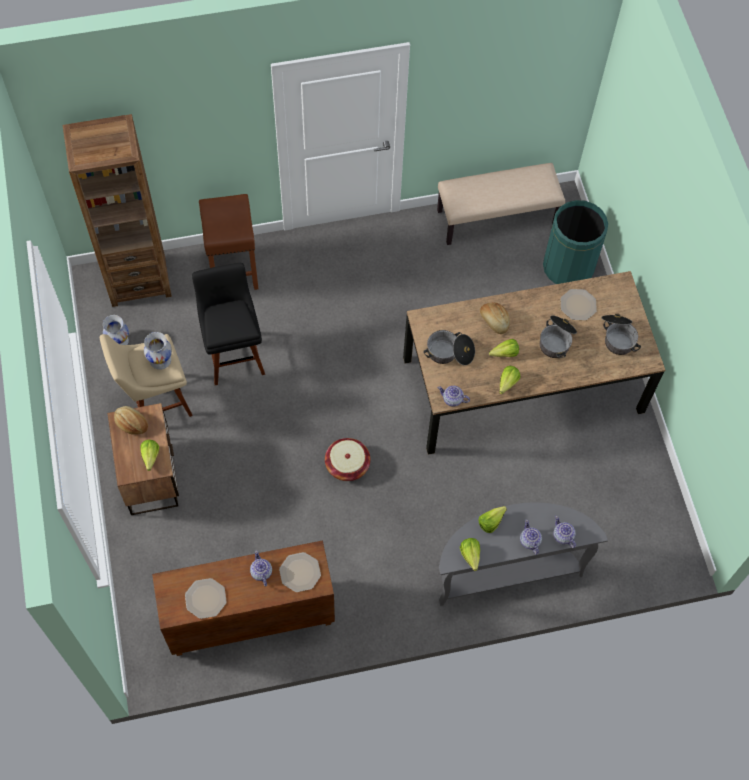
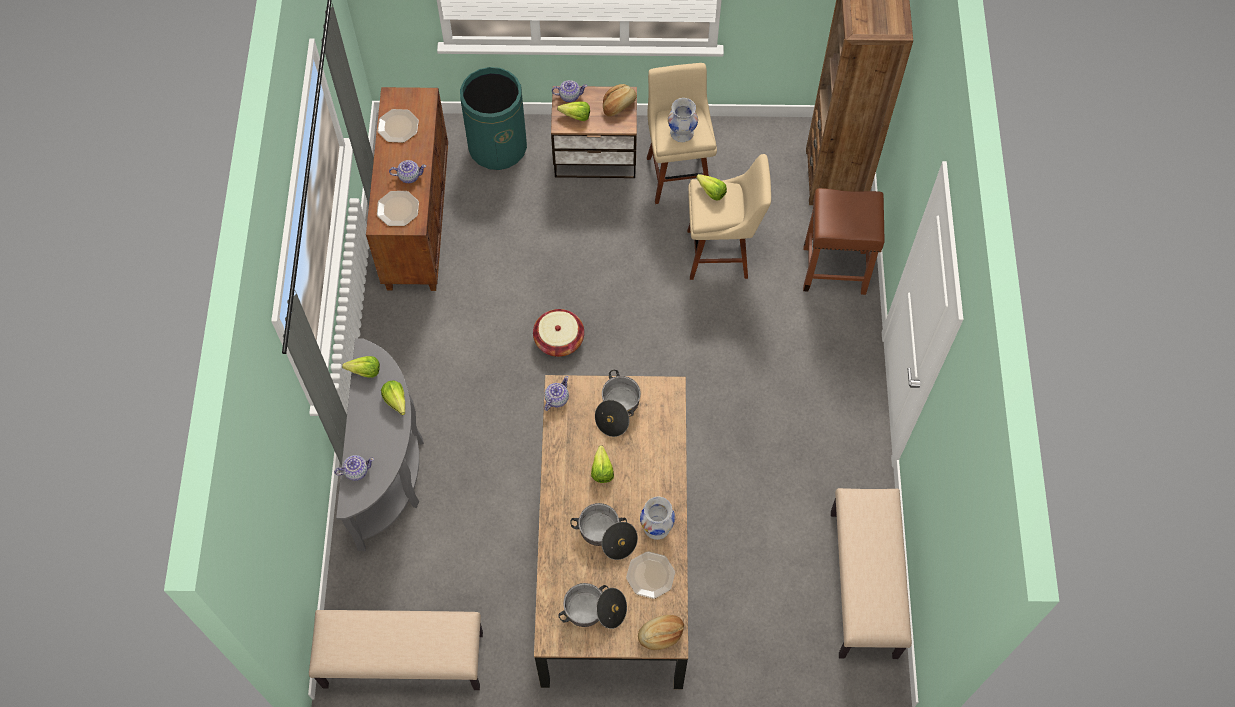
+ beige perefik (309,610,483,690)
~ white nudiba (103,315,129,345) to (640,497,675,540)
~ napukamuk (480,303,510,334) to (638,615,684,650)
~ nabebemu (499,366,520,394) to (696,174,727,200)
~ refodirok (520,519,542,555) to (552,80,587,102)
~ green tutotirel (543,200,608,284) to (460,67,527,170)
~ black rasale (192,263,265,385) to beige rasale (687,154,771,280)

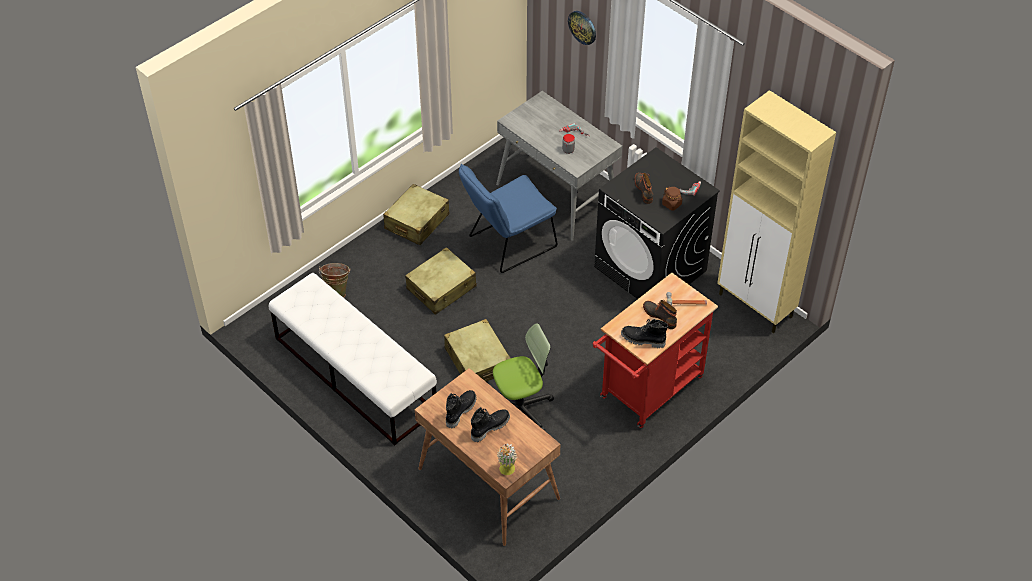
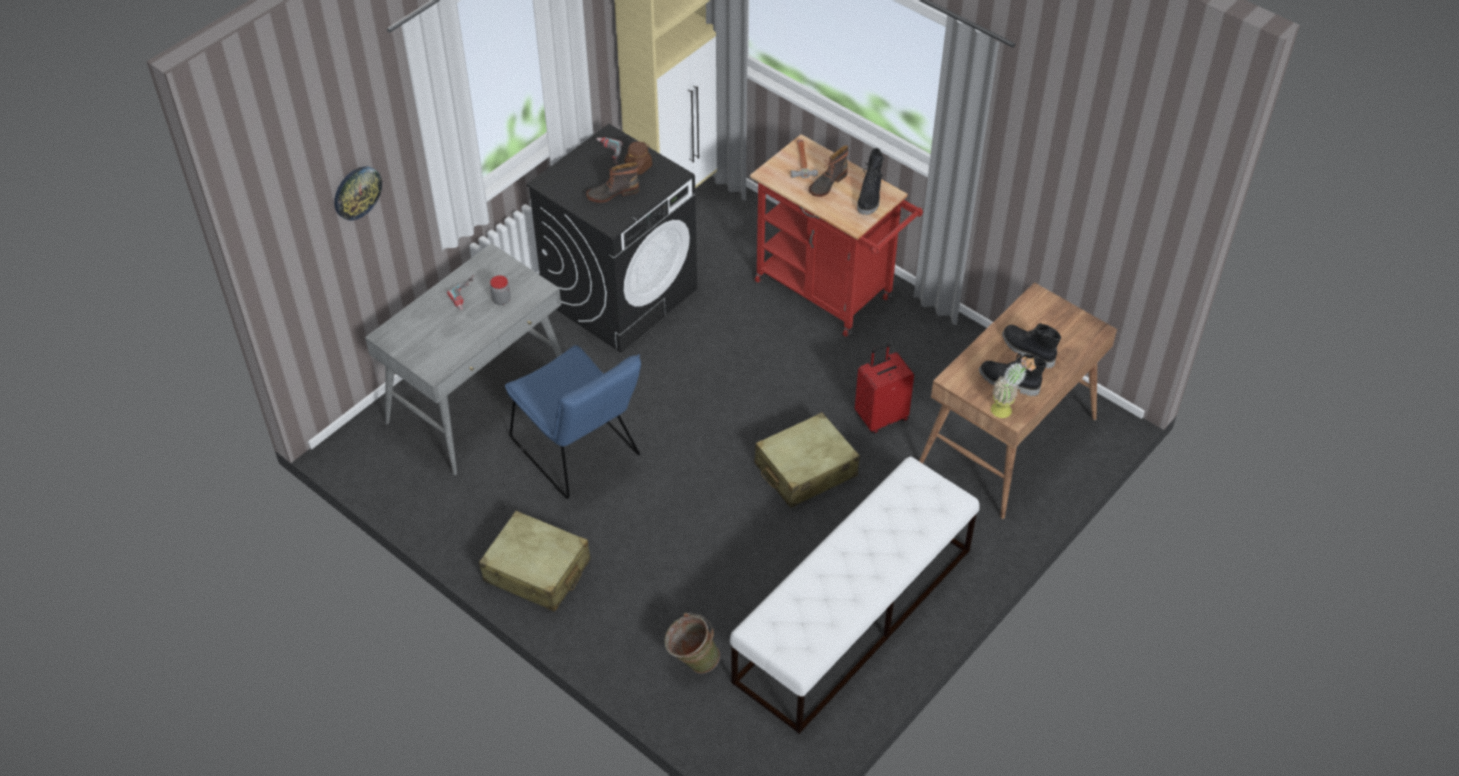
- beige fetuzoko (405,247,476,315)
~ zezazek (497,444,517,475) to (991,357,1036,418)
~ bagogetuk (493,323,554,431) to red fetuzoko (855,343,914,433)

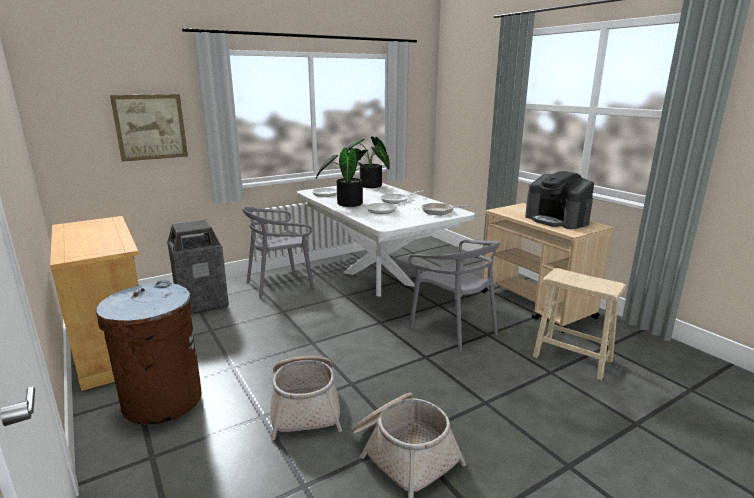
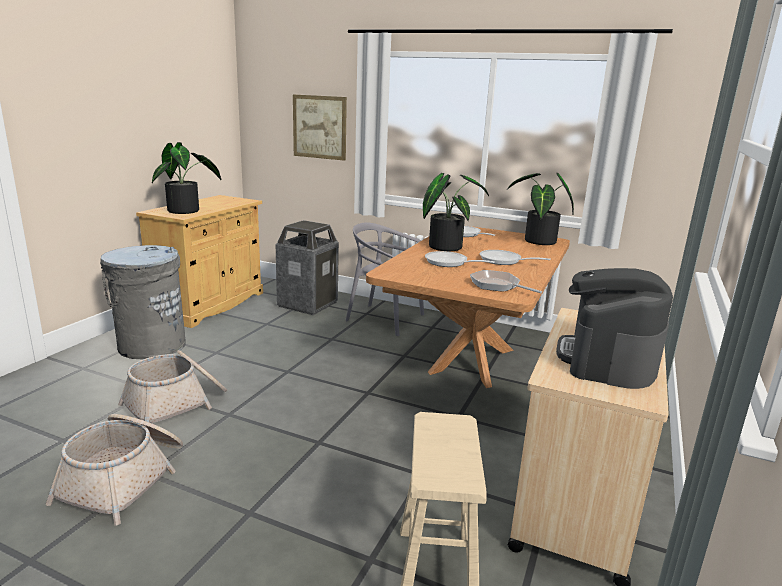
- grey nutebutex (409,240,500,352)
+ zezazek (152,142,221,214)
~ brown tutotirel (96,280,201,425) to grey tutotirel (100,245,186,359)
~ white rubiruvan (297,183,475,297) to brown rubiruvan (366,225,570,388)

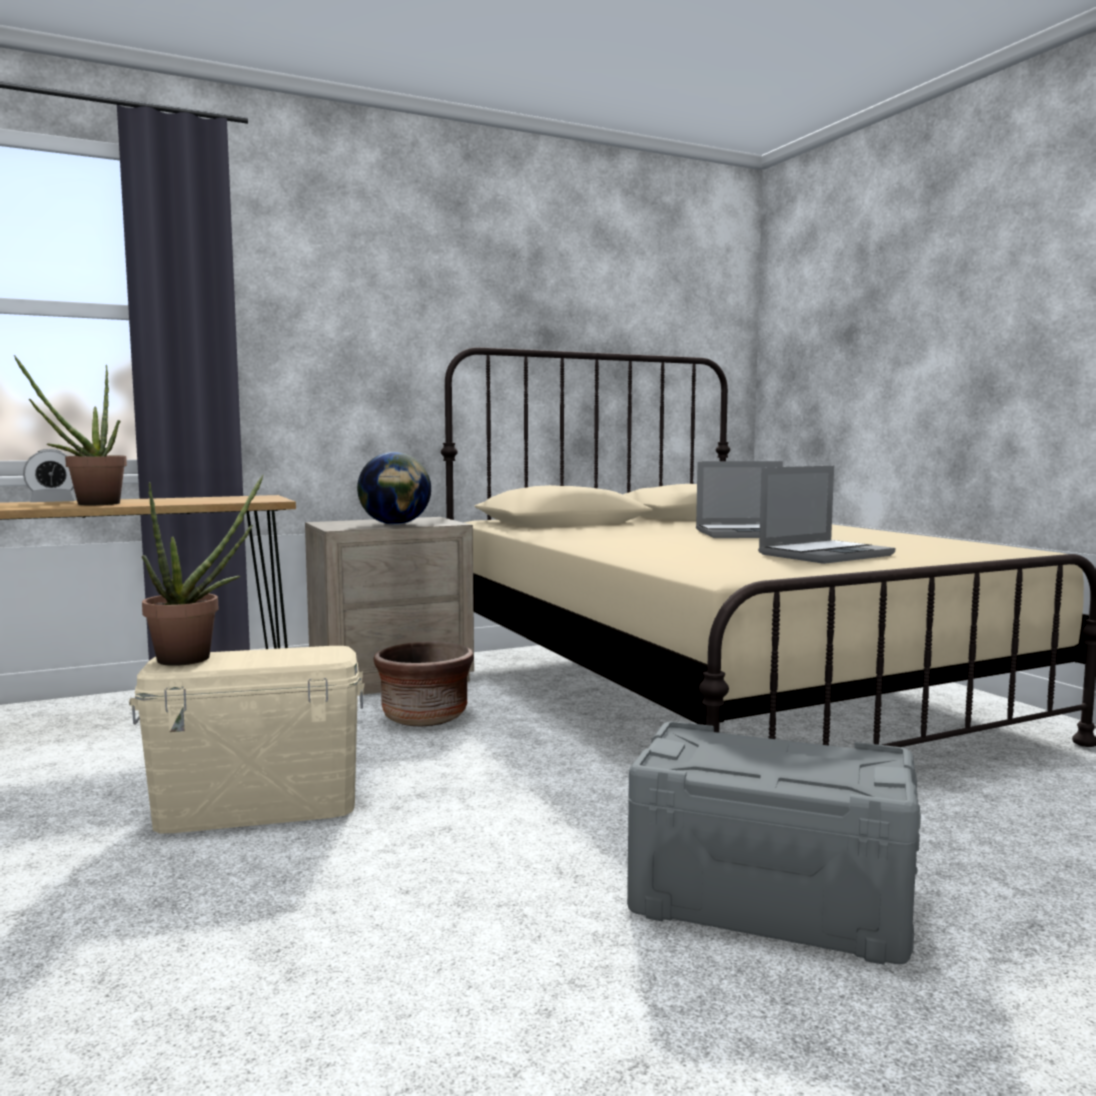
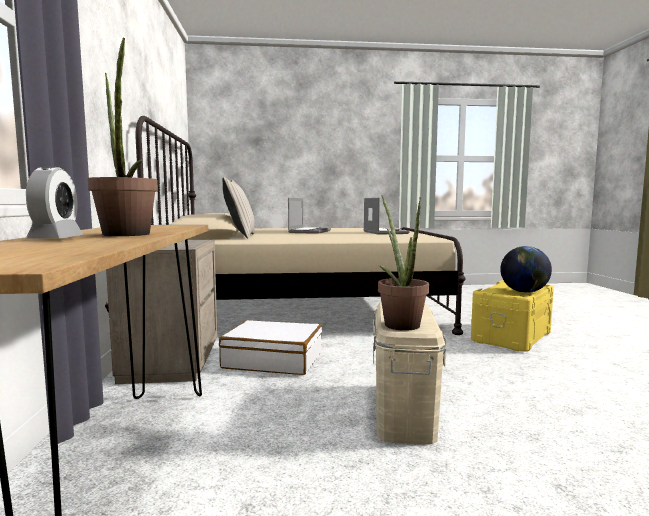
+ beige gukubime (222,177,255,239)
~ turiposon (357,452,431,525) to (500,246,552,293)
~ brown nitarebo (373,641,474,727) to white fetuzoko (219,320,322,375)
~ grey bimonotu (627,721,921,965) to yellow bimonotu (471,280,554,352)

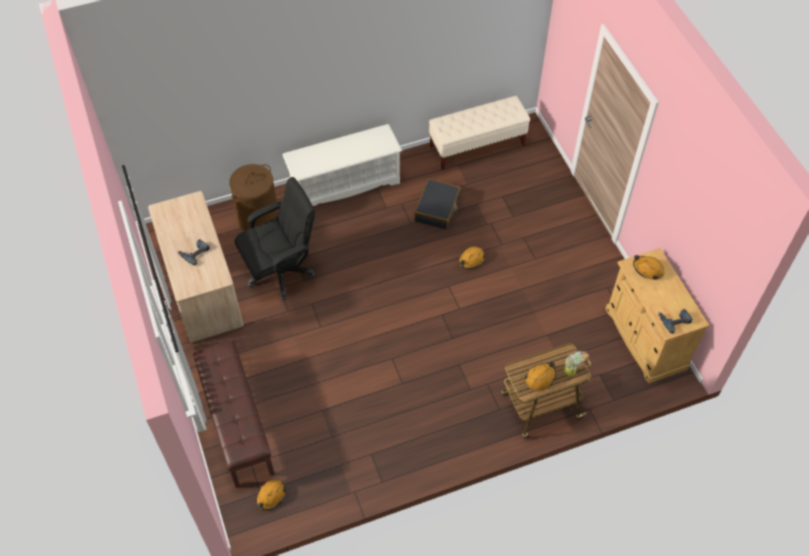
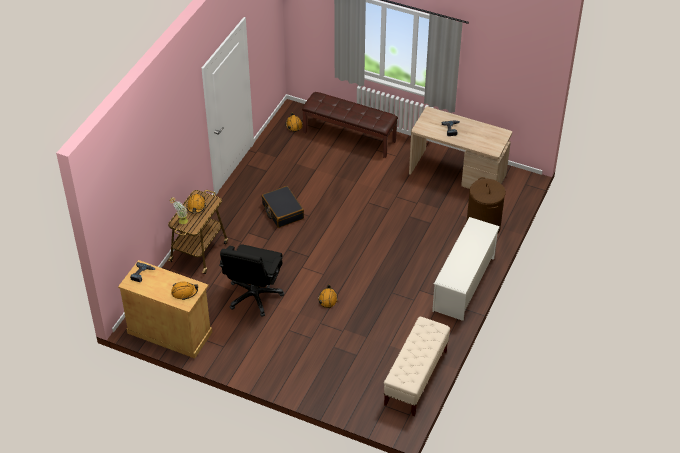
~ black bagogetuk (234,177,315,300) to (219,244,284,317)
~ black fetuzoko (414,179,461,230) to (262,186,304,228)

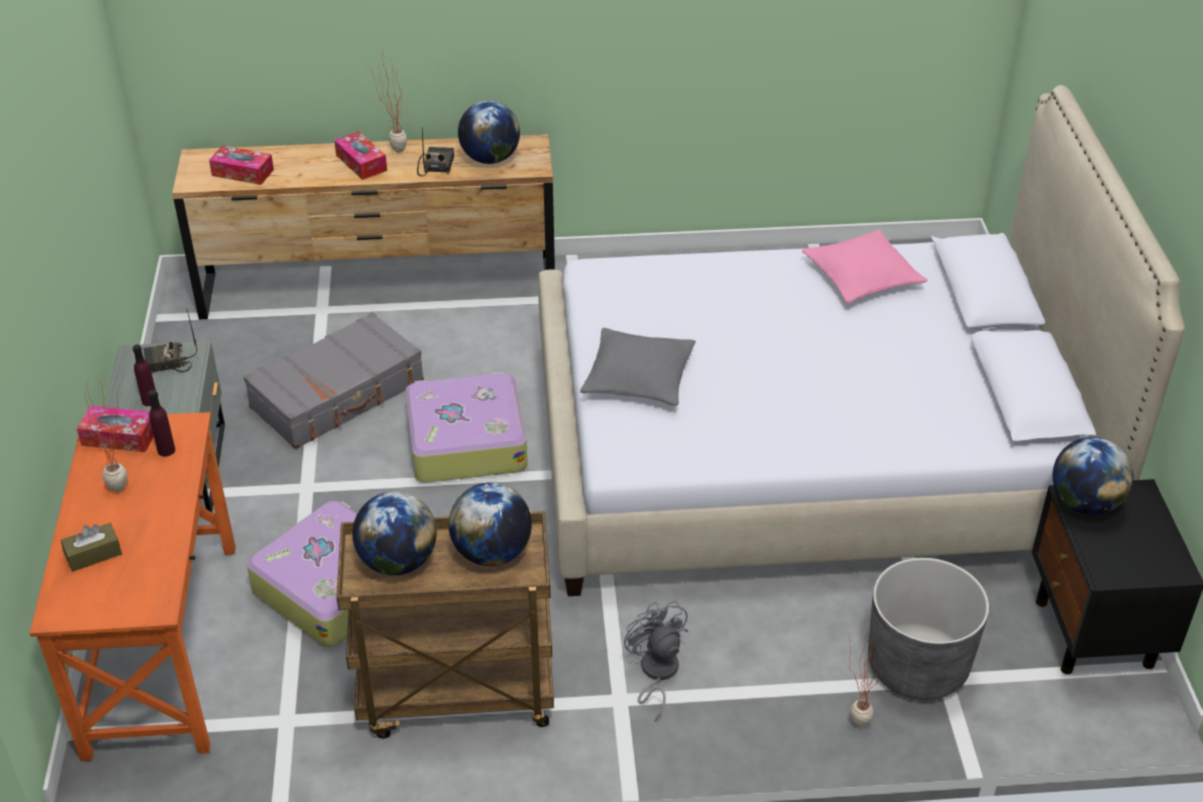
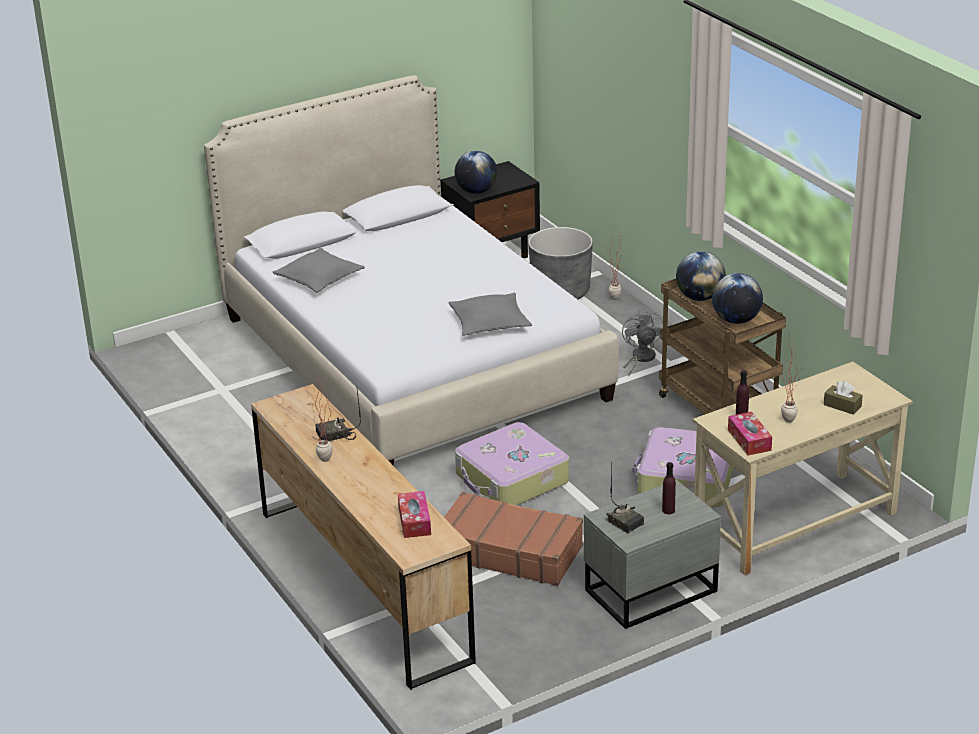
- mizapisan (334,132,387,180)
- turiposon (458,101,520,164)
~ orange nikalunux (30,412,236,761) to beige nikalunux (693,362,913,575)
~ grey fetuzoko (244,312,424,449) to brown fetuzoko (444,492,583,586)
~ pink gukubime (802,230,927,304) to grey gukubime (273,248,365,293)
~ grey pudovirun (624,600,688,722) = (622,309,663,376) 135 degrees clockwise

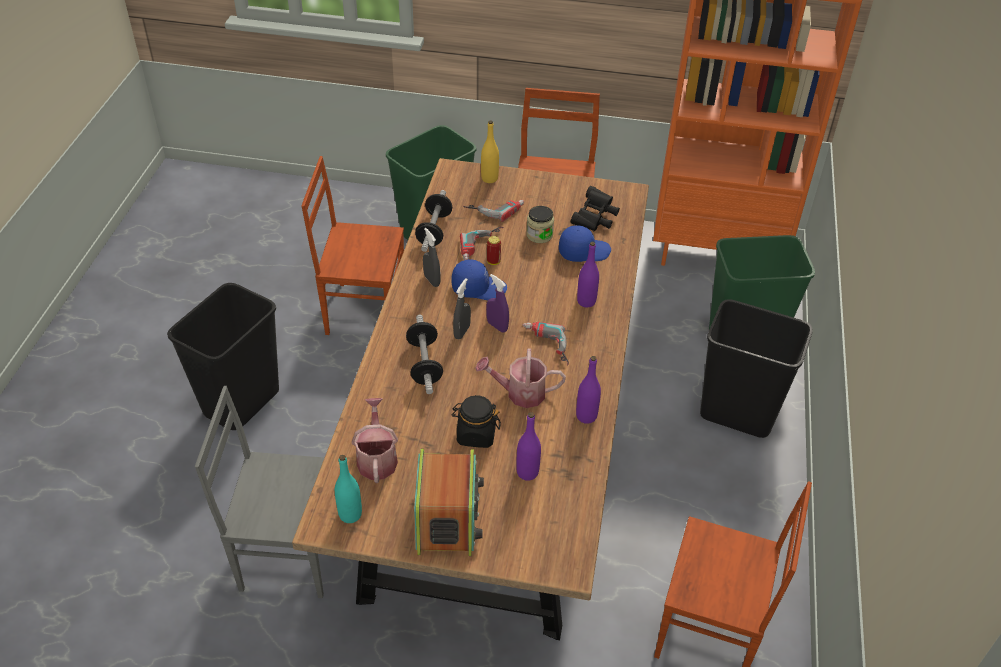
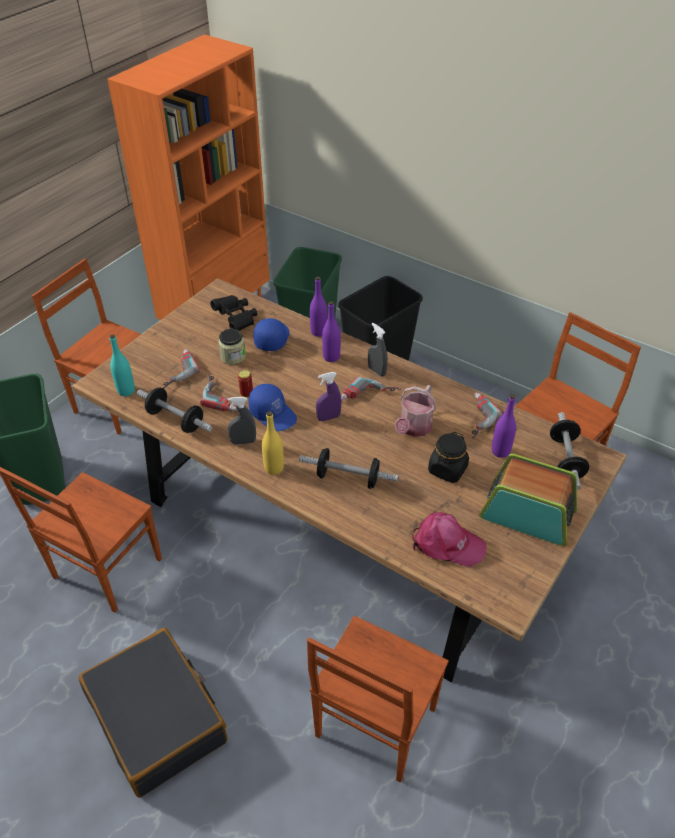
+ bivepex (472,393,502,439)
+ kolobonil (550,412,589,490)
~ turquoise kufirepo (335,455,362,523) to (110,334,135,396)
~ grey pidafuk (453,278,471,339) to (368,323,388,377)
~ yellow kufirepo (481,120,499,183) to (262,411,284,475)
~ purple kufirepo (576,356,601,424) to (310,277,327,337)
~ black tutotirel (167,283,279,430) to black fetuzoko (78,628,227,798)
~ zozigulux (352,398,398,483) to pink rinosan (412,512,486,567)
~ grey nutebutex (195,386,325,598) to brown nutebutex (307,616,449,783)
~ blue rinosan (451,259,507,300) = (248,384,297,431) 105 degrees clockwise

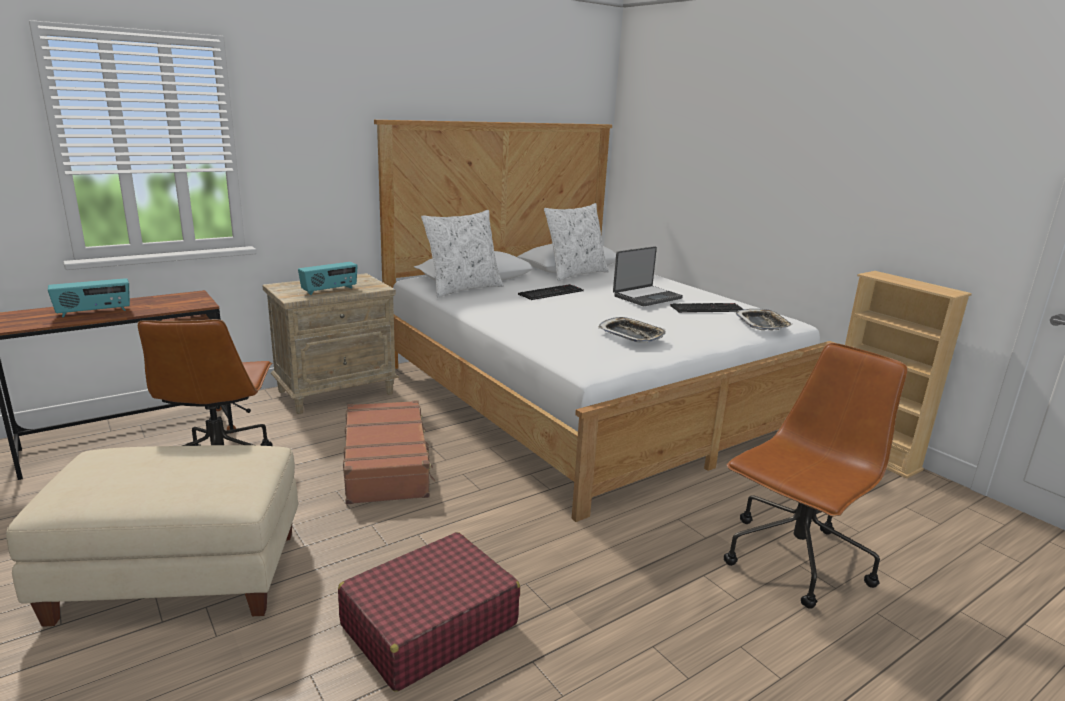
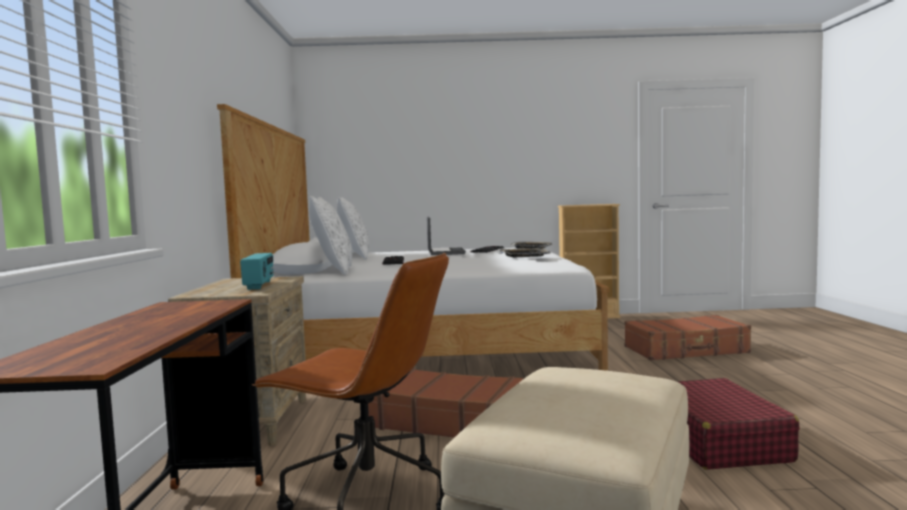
- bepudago (48,278,130,317)
~ brown bagogetuk (724,343,907,609) to brown fetuzoko (624,315,751,360)

